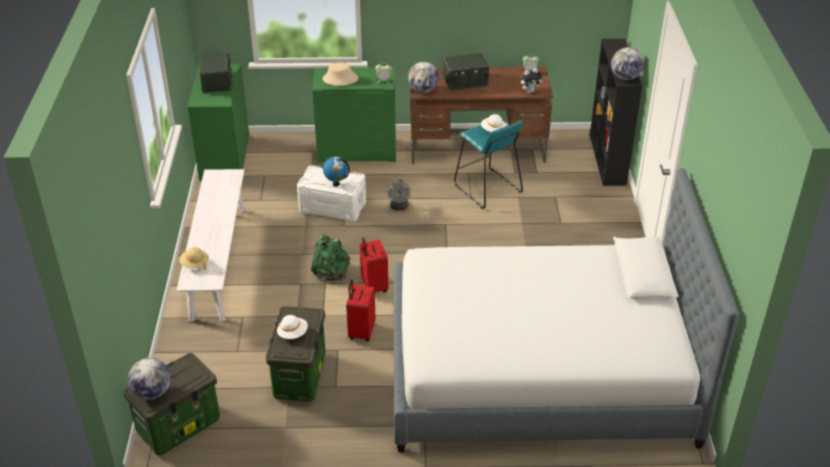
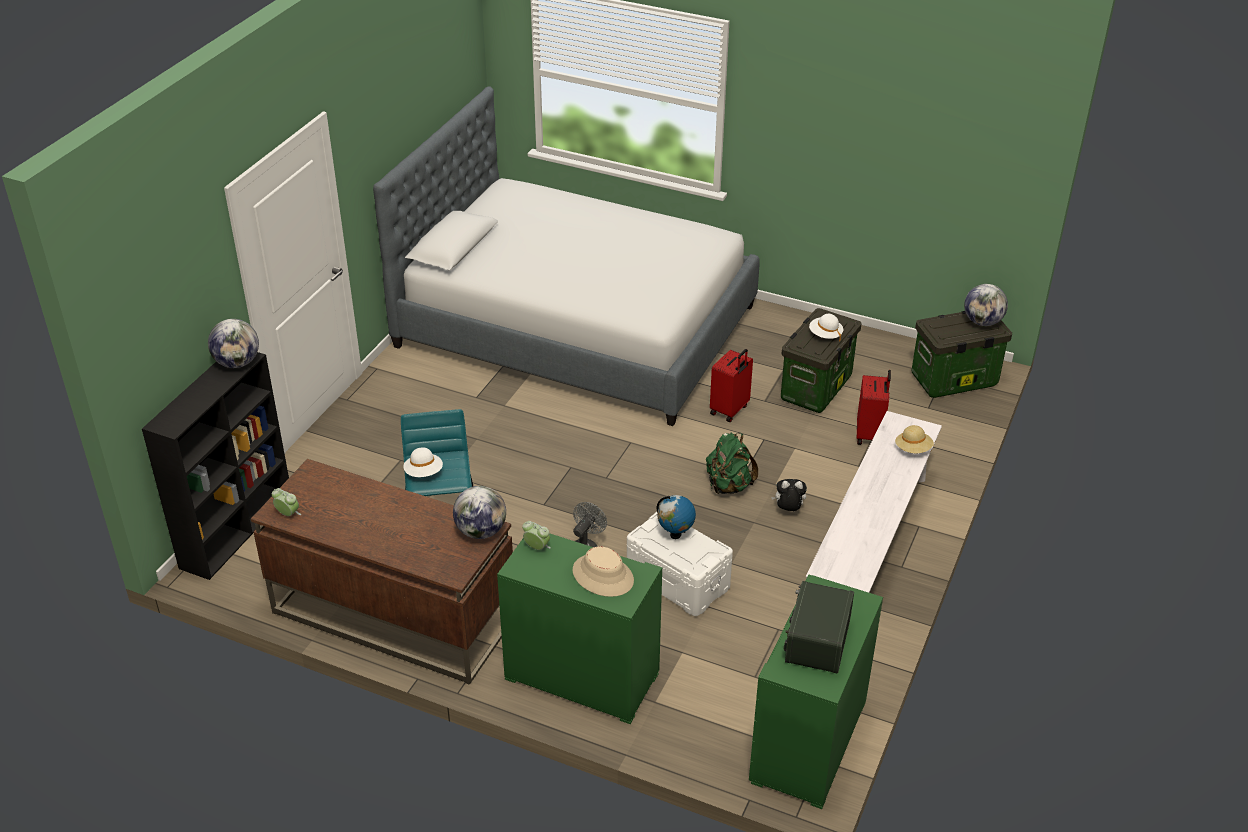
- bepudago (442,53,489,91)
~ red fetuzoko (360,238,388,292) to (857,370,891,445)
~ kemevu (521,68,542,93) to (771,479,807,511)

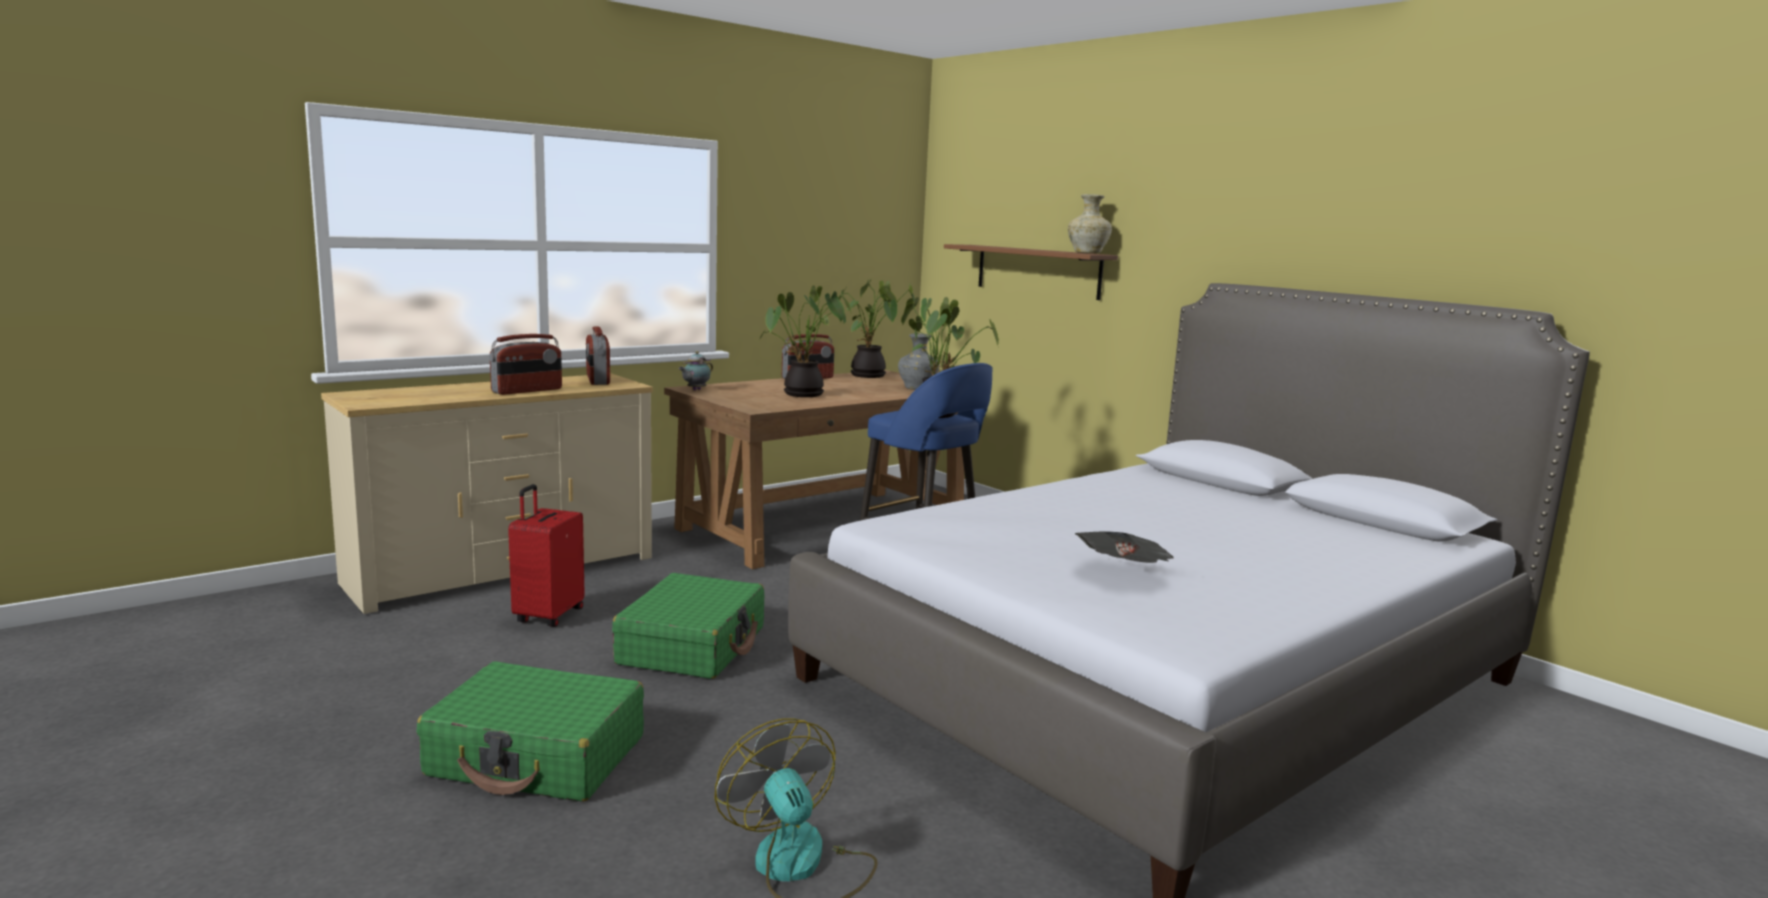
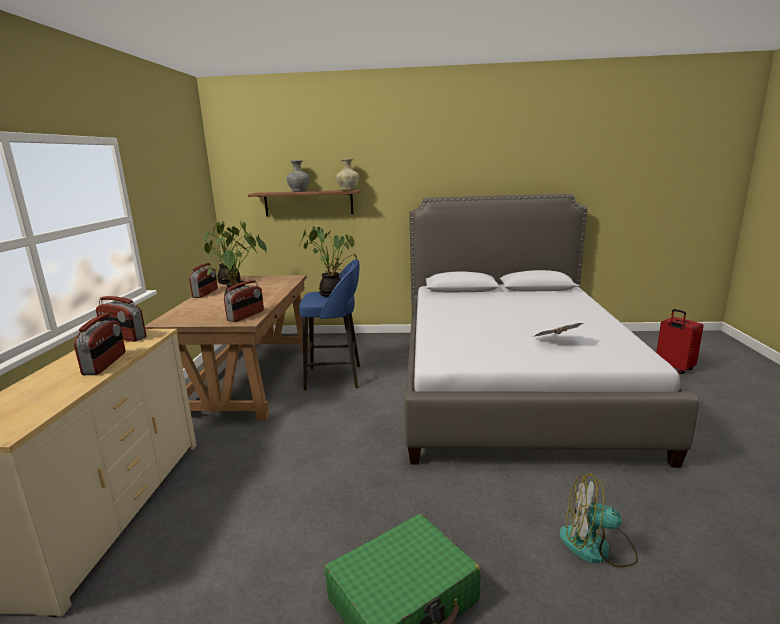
- green fetuzoko (612,573,764,679)
- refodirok (679,351,713,390)
+ bepudago (224,280,264,322)
~ red fetuzoko (508,484,585,627) to (656,309,703,374)
~ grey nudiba (898,333,939,390) to (286,160,310,192)

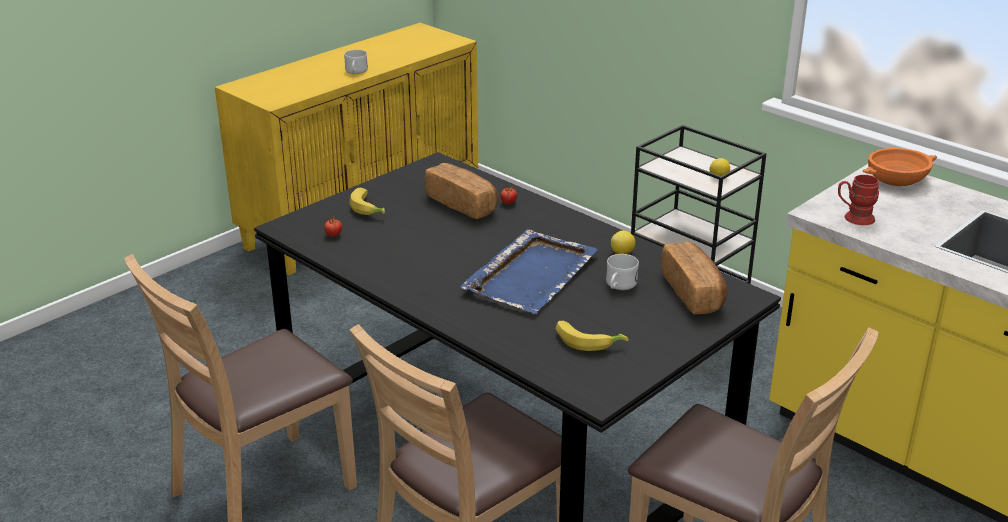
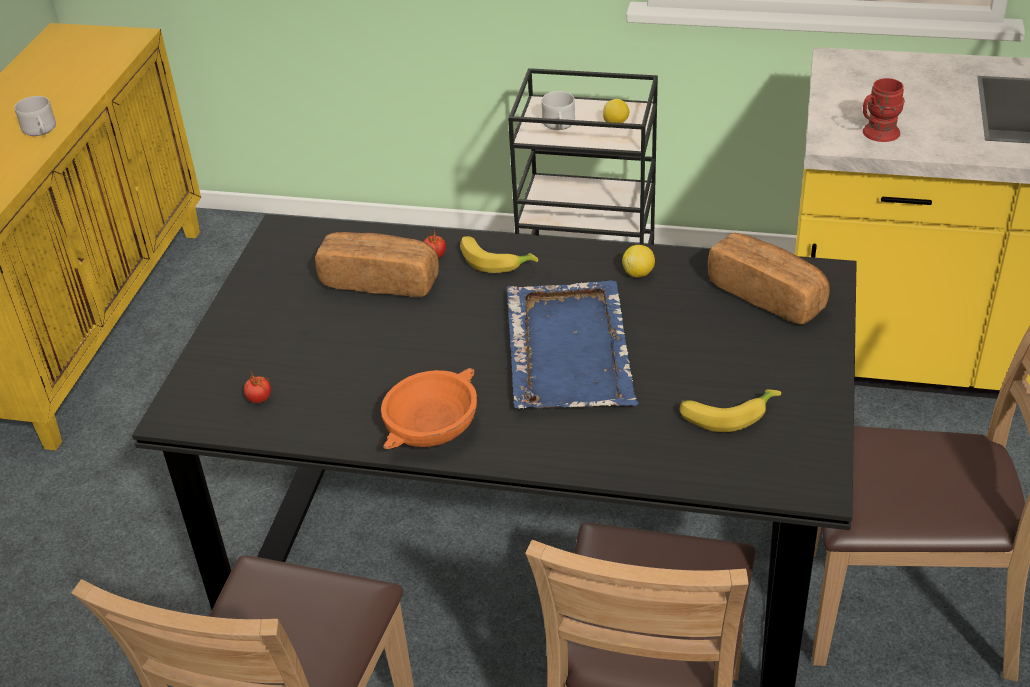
~ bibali (349,188,385,215) to (460,236,538,273)
~ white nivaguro (606,254,639,290) to (541,91,575,130)
~ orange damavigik (863,148,937,186) to (381,368,477,449)

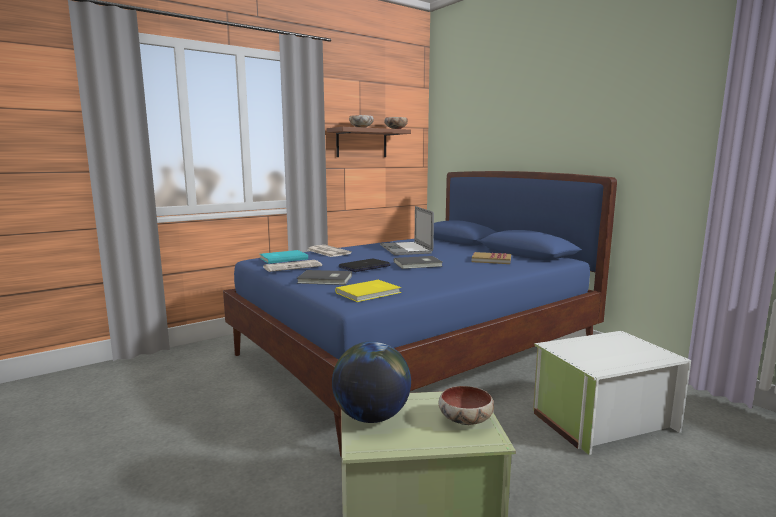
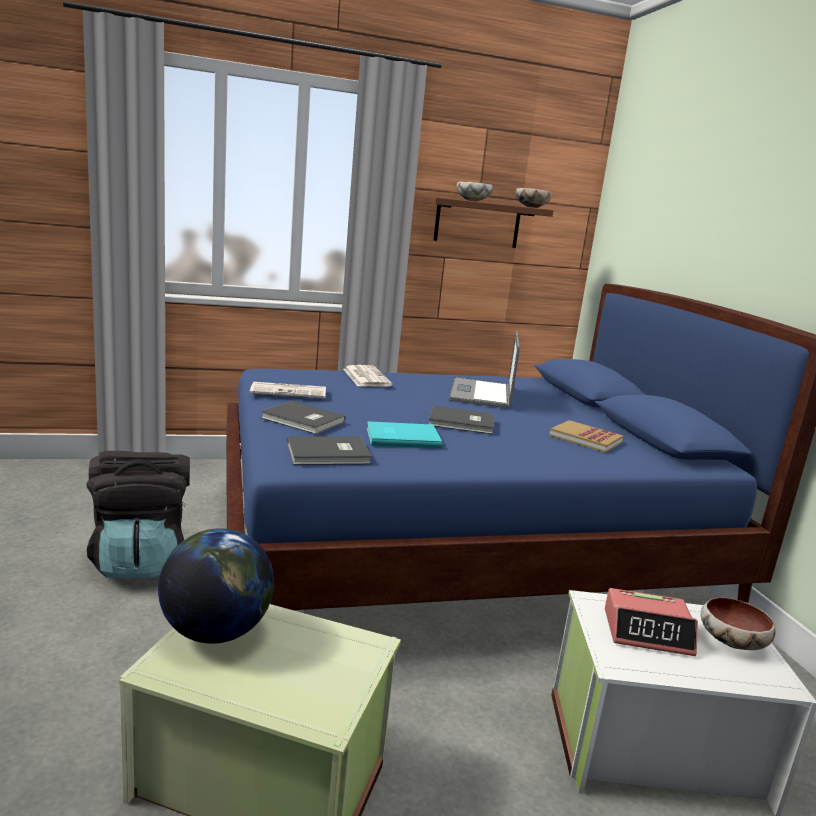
- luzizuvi (339,258,391,272)
+ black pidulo (86,451,190,579)
+ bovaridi (605,588,698,656)
~ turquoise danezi (260,250,308,264) to (367,421,442,449)
~ damavigik (439,386,494,425) to (701,598,776,650)
~ yellow danezi (335,280,401,302) to grey danezi (287,436,372,465)

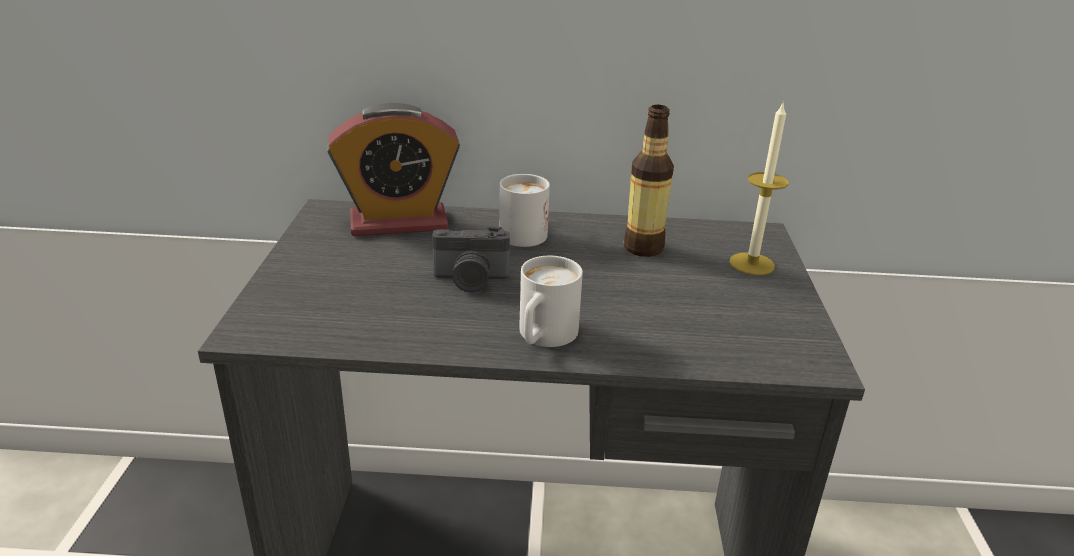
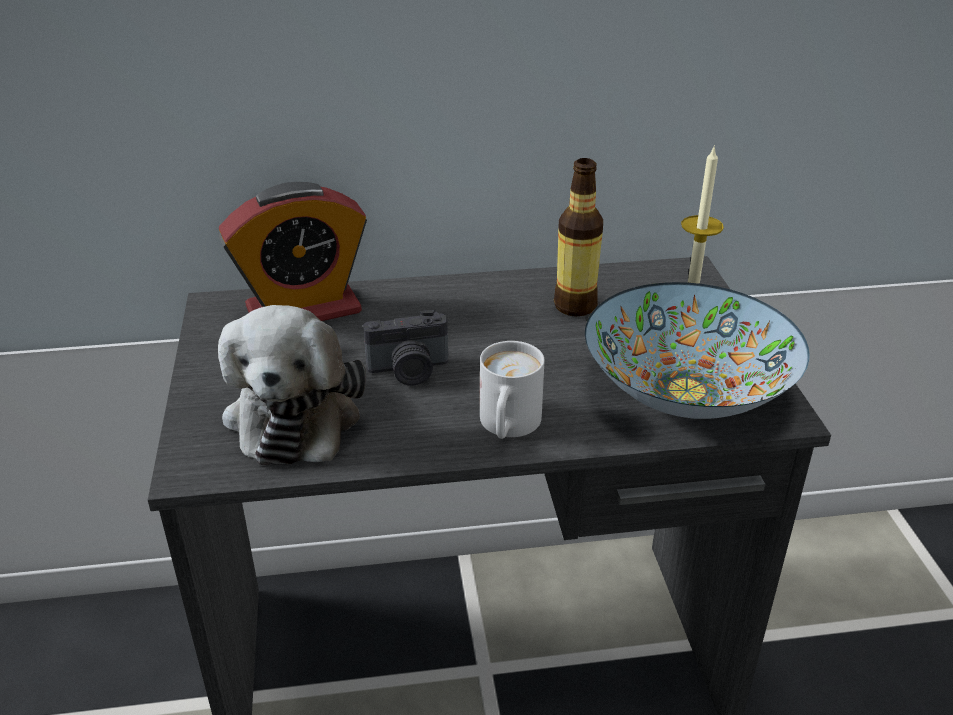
- white nivaguro (499,174,550,247)
+ kemevu (218,305,366,465)
+ damavigik (585,282,810,419)

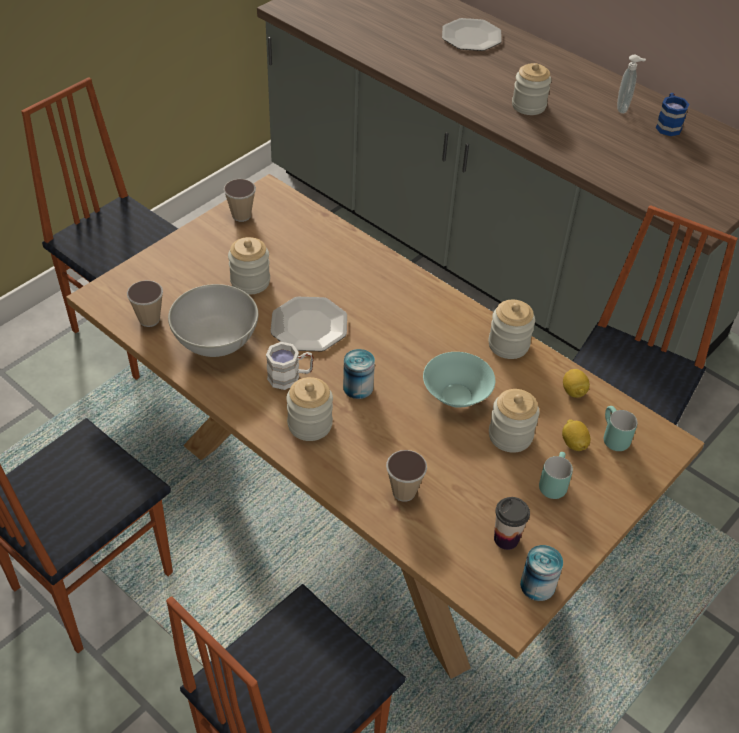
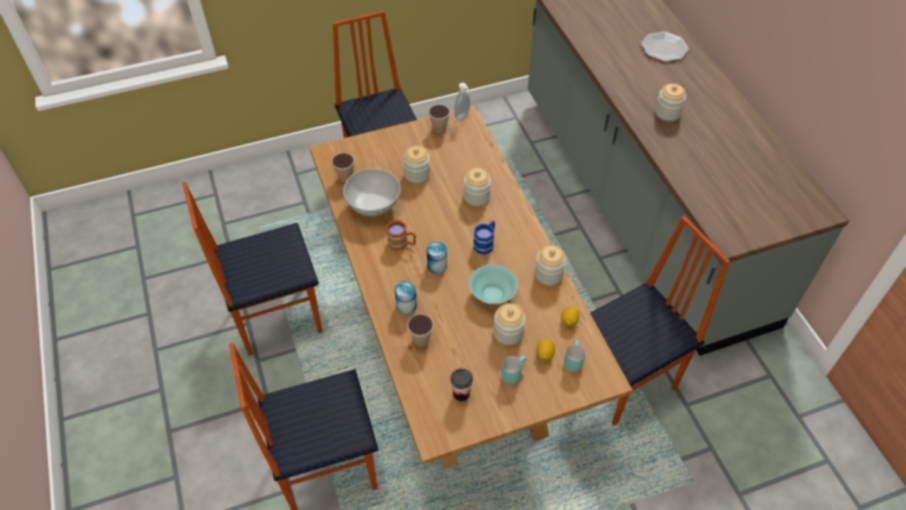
- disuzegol (270,297,347,351)
~ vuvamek (286,377,333,441) to (463,168,491,206)
~ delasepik (520,545,563,601) to (395,281,417,314)
~ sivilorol (617,55,646,114) to (454,83,470,120)
~ blue nivaguro (656,93,690,136) to (473,221,495,254)
~ white nivaguro (266,342,314,390) to brown nivaguro (387,220,416,250)

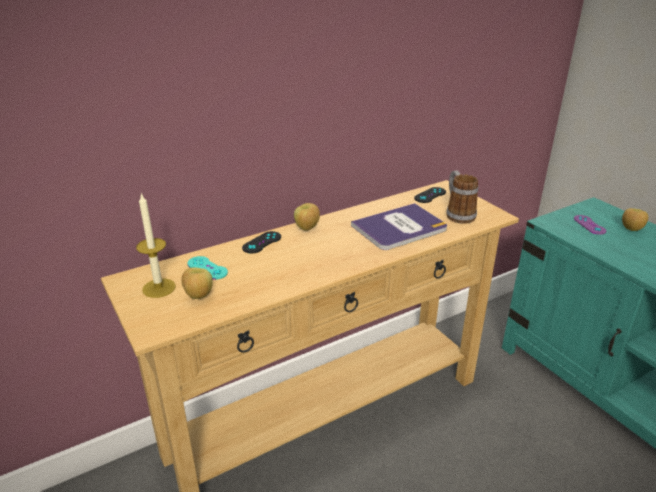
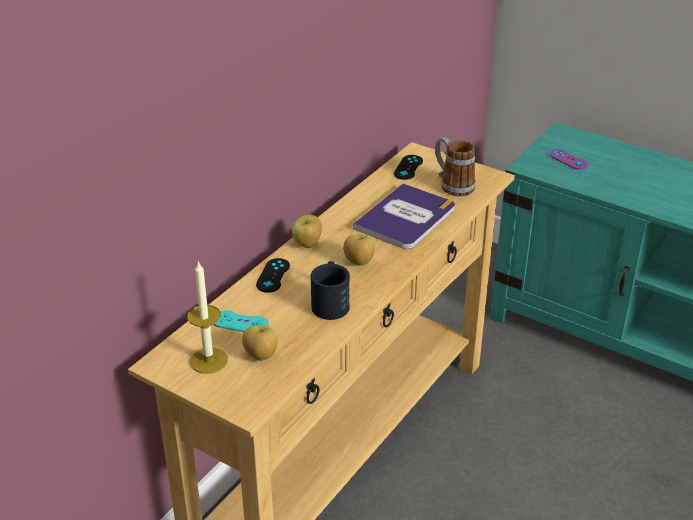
+ black nivaguro (311,261,350,320)
~ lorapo (622,208,648,231) to (343,234,375,266)

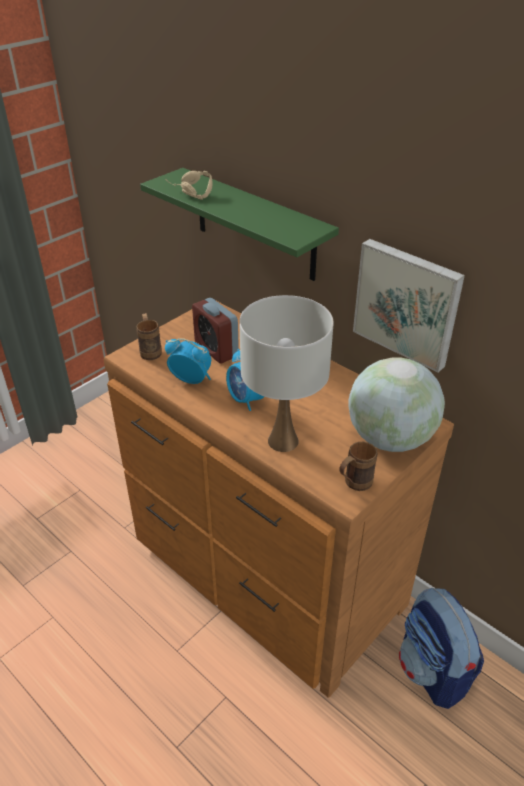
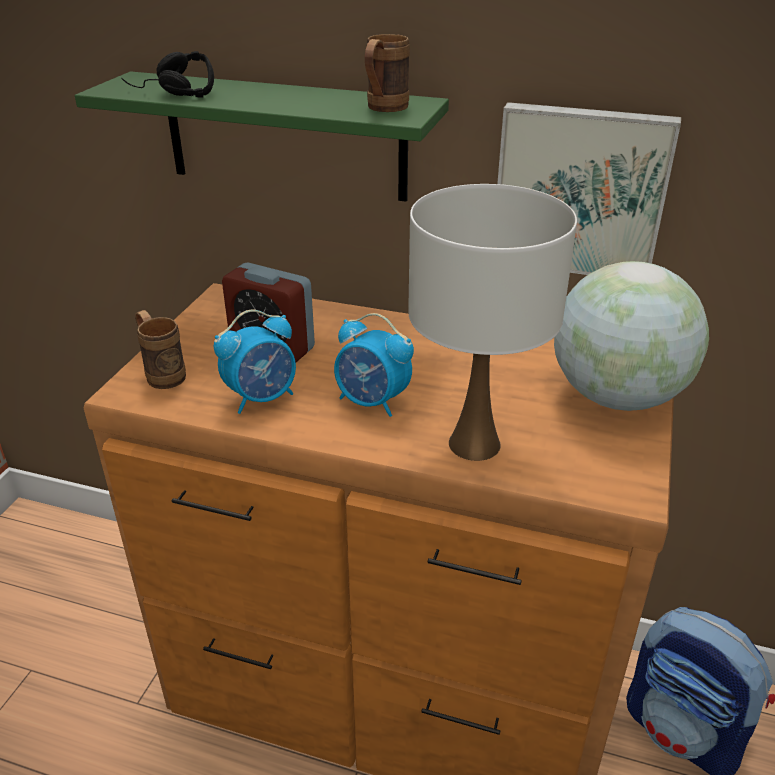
~ brown nivaguro (339,442,378,491) to (365,34,410,112)
~ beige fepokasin (165,171,212,200) to black fepokasin (121,51,214,98)
~ bovaridi (165,338,211,384) = (214,310,296,414) 150 degrees clockwise

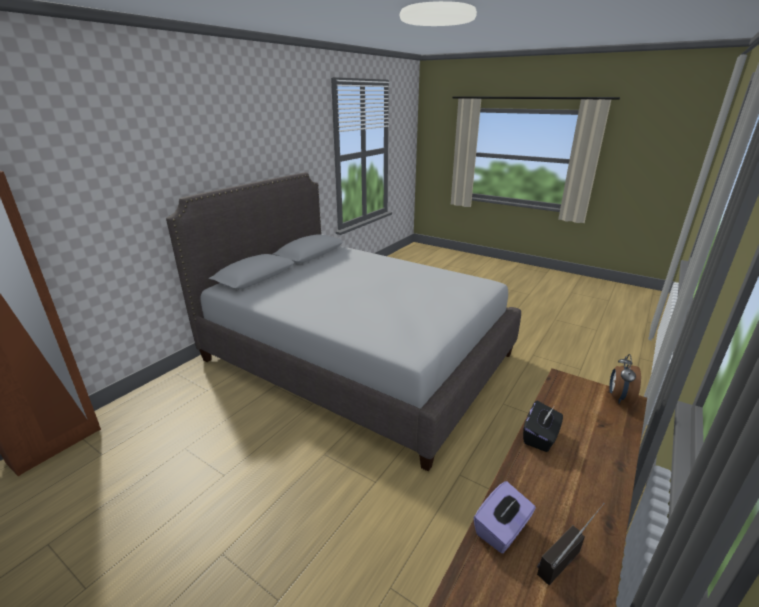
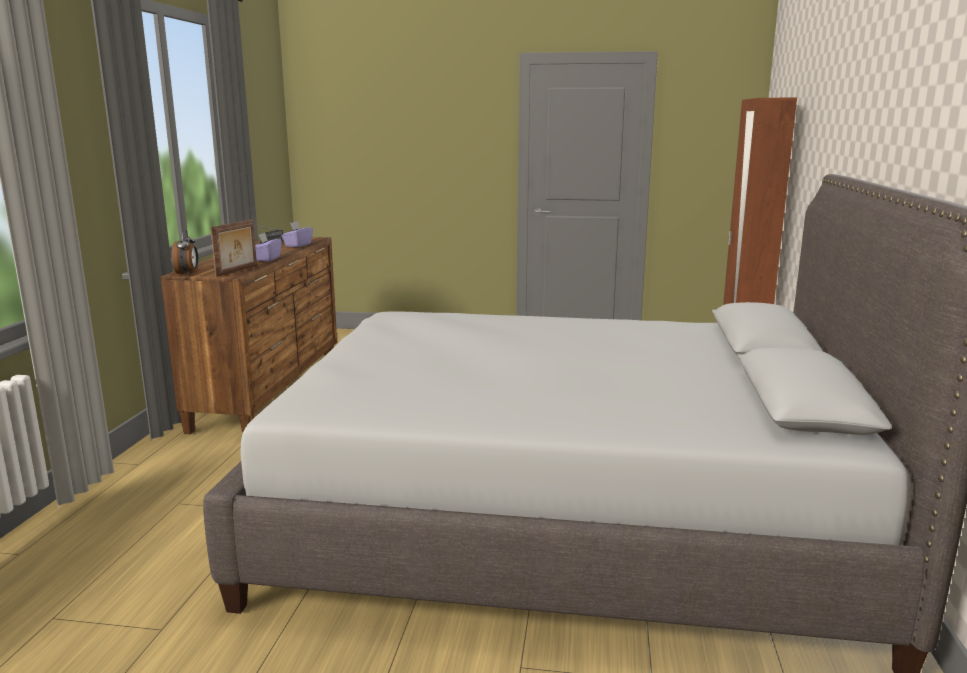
+ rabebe (211,219,257,277)
~ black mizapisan (523,401,563,452) to purple mizapisan (255,233,281,261)

